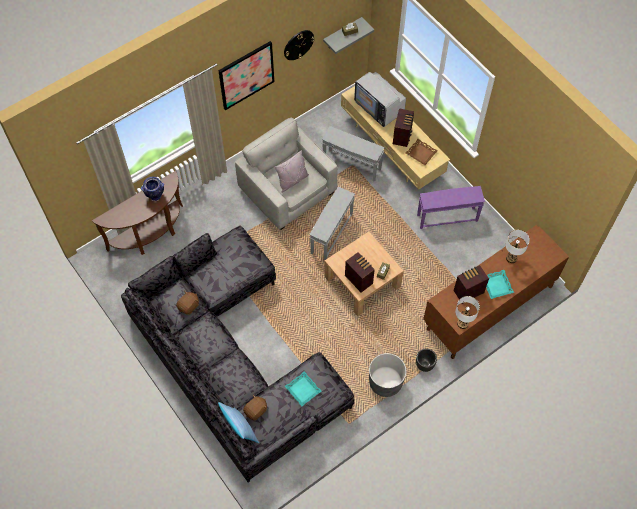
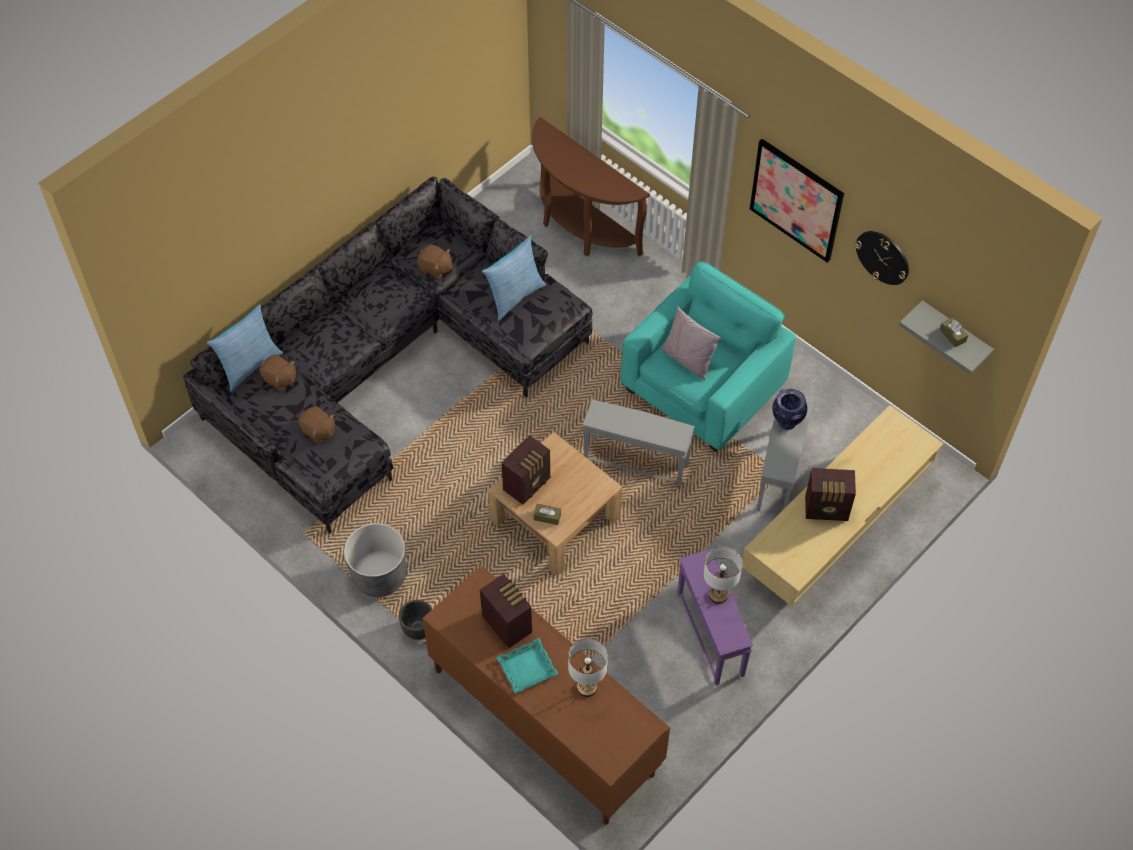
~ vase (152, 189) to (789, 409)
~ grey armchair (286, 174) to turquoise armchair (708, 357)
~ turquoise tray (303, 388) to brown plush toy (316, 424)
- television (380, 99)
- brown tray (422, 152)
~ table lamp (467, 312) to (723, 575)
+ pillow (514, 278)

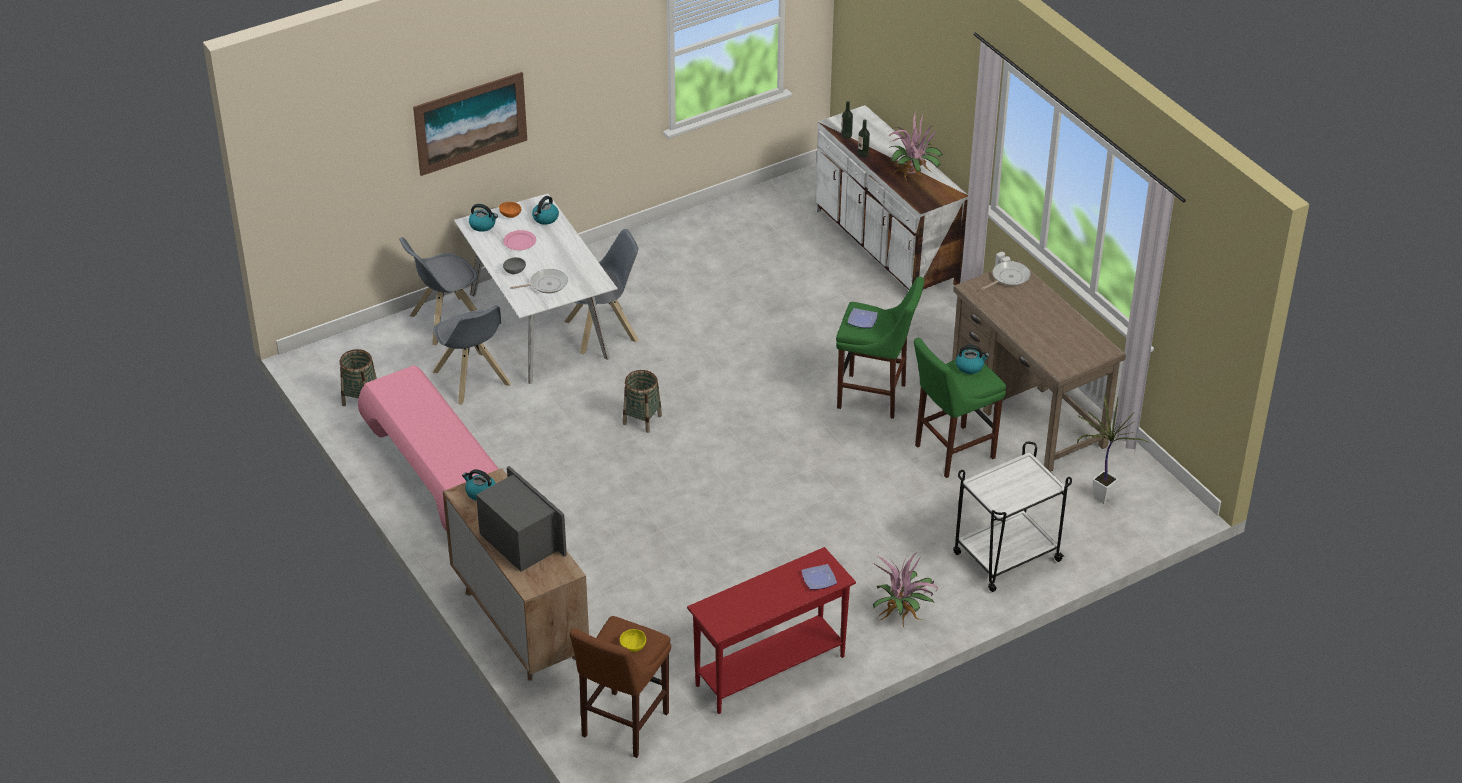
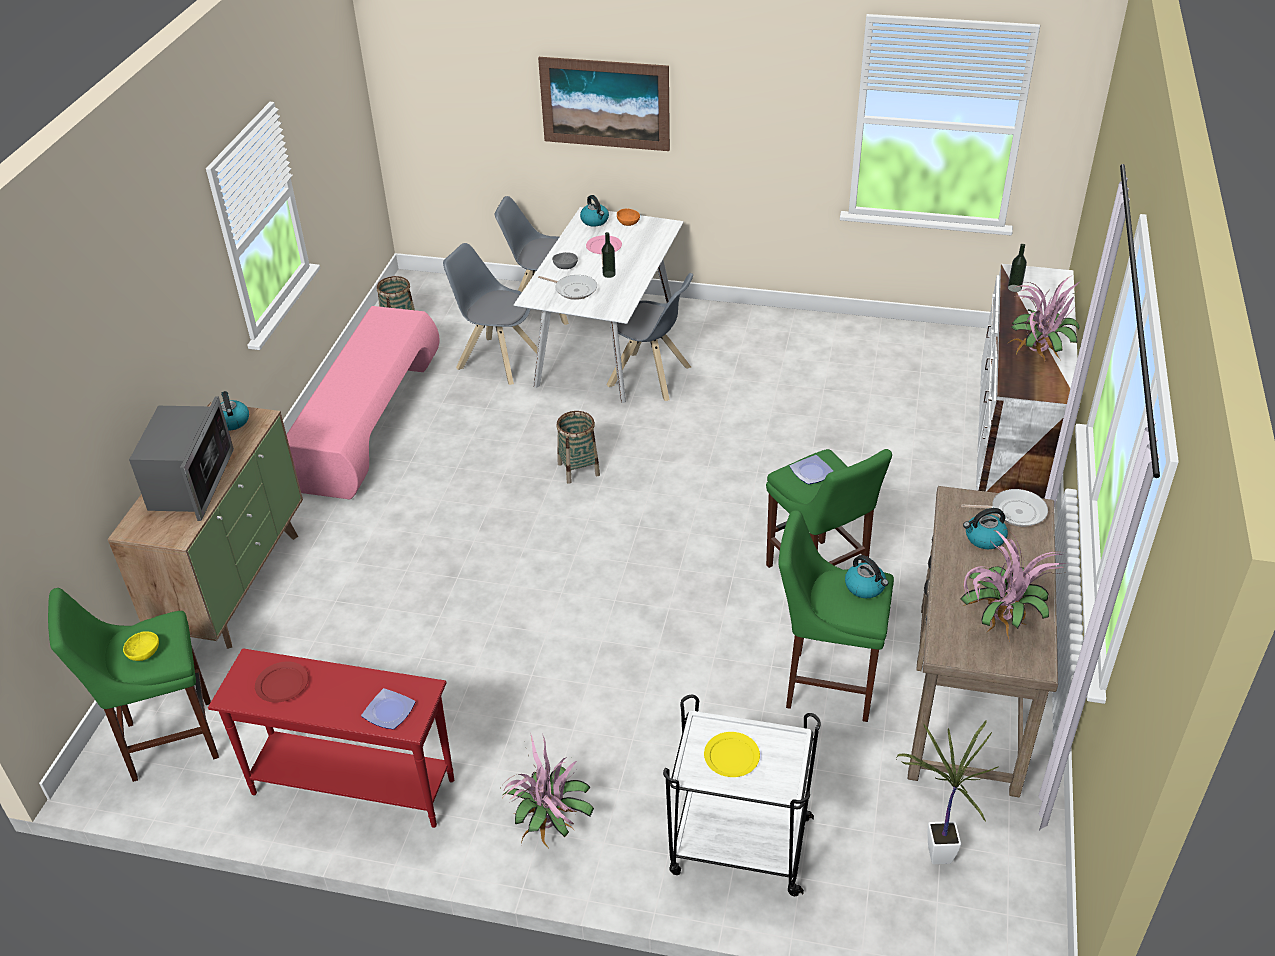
~ grey chair (471, 355) = (490, 314) 105 degrees clockwise
~ kettle (545, 210) to (985, 528)
~ brown stool (620, 687) to green stool (133, 685)
~ bottle (864, 138) to (608, 255)
+ red plate (282, 682)
+ yellow plate (732, 754)
+ potted plant (1014, 585)

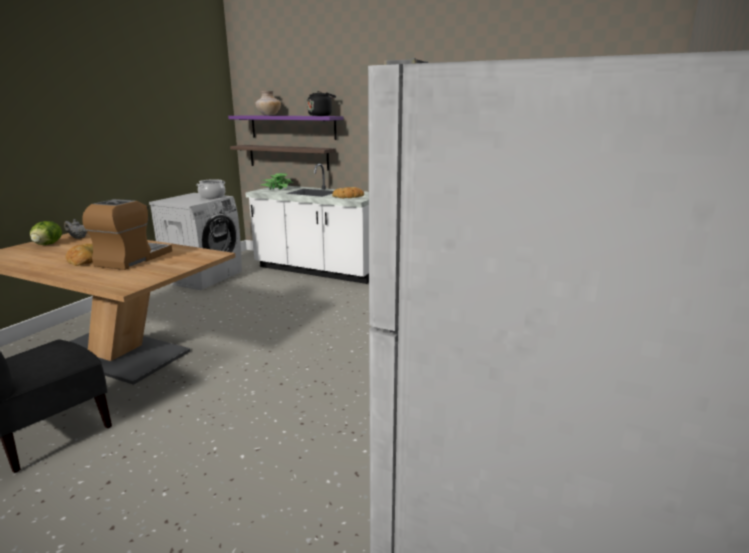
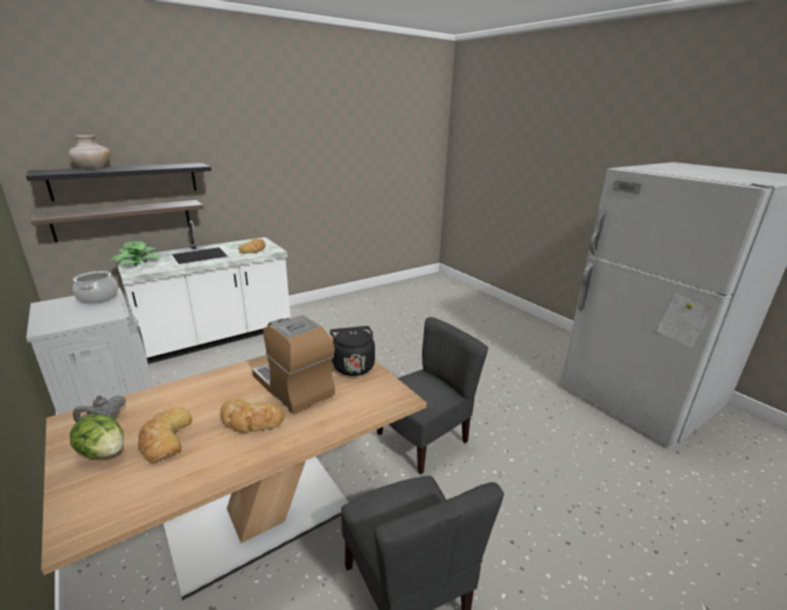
~ purple shelf (286, 127) to black shelf (118, 182)
~ black kettle (322, 103) to (352, 351)
+ bread (165, 435)
+ grey chair (432, 396)

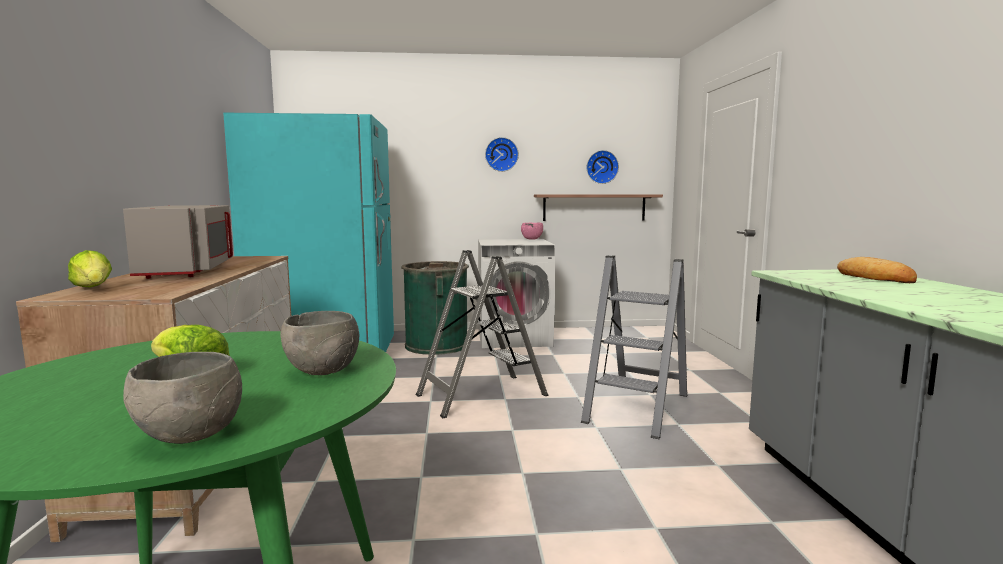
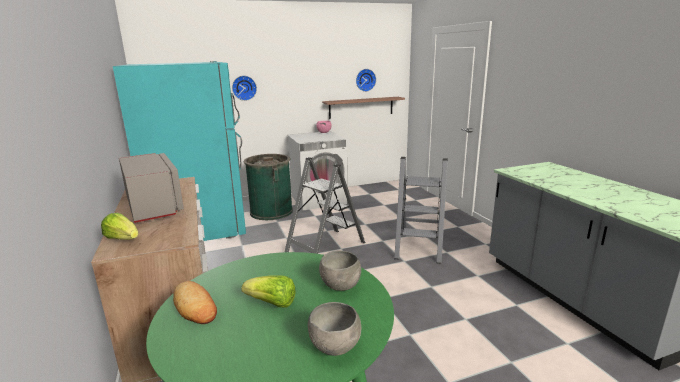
~ wall clock (502, 154) to (244, 88)
~ bread (877, 270) to (195, 302)

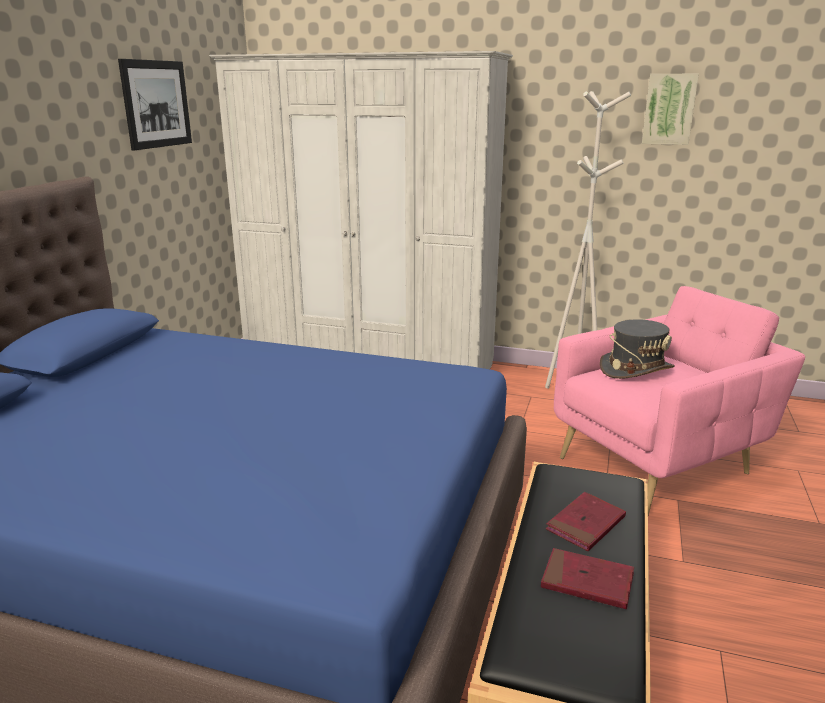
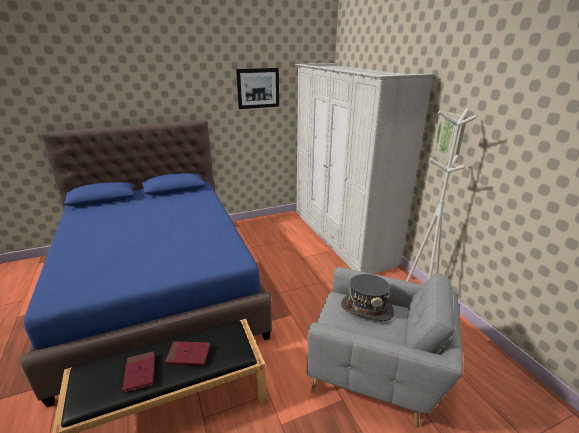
~ pink armchair (679, 400) to grey armchair (385, 347)
~ picture (670, 109) to (449, 137)

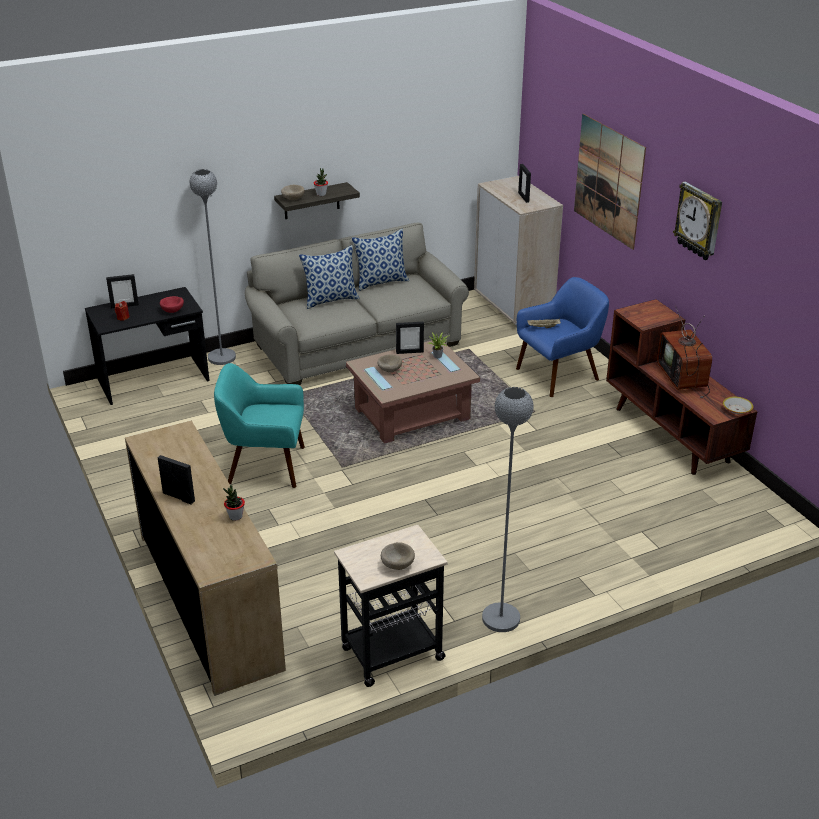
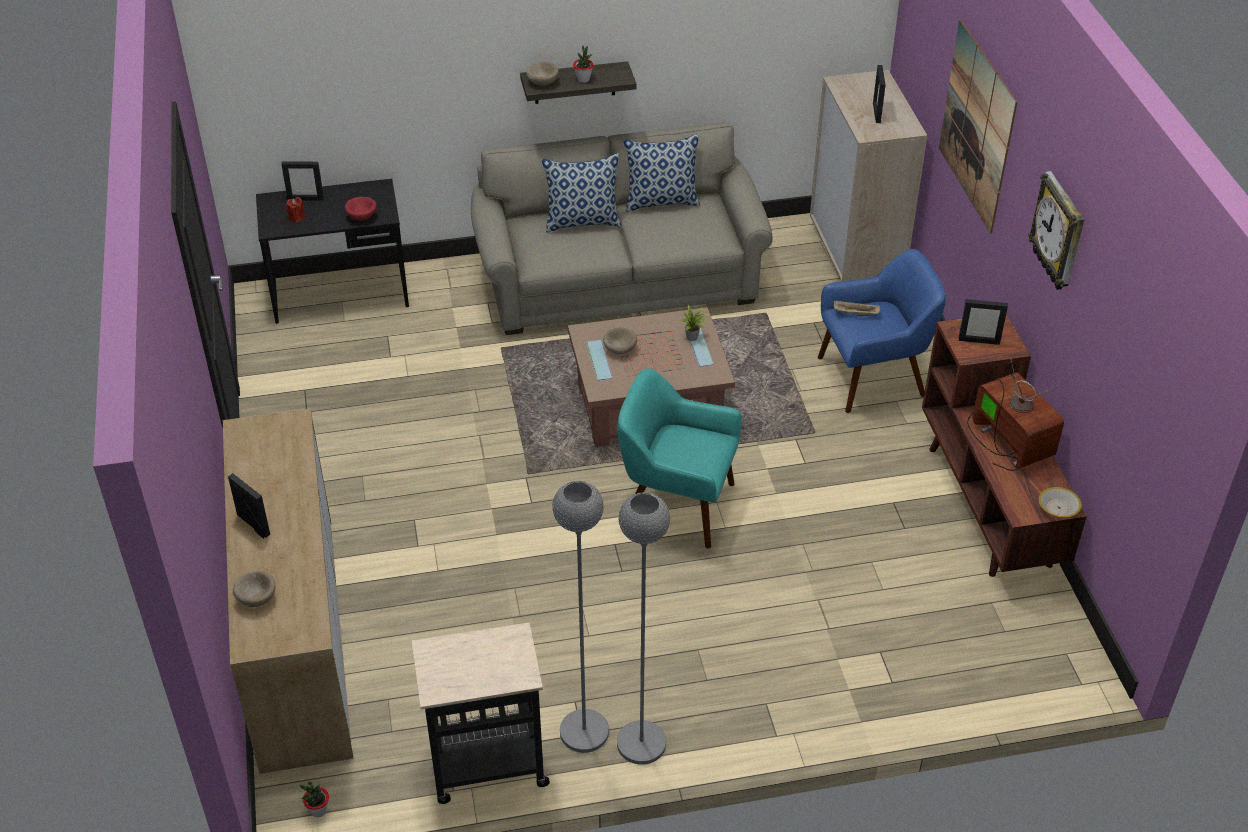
~ grey floor lamp (212, 267) to (580, 617)
~ turquoise armchair (259, 425) to (680, 458)
~ potted plant (234, 503) to (314, 799)
~ beige bowl (398, 556) to (254, 589)
~ picture frame (410, 338) to (983, 322)
~ television (684, 352) = (1015, 415) 150 degrees clockwise

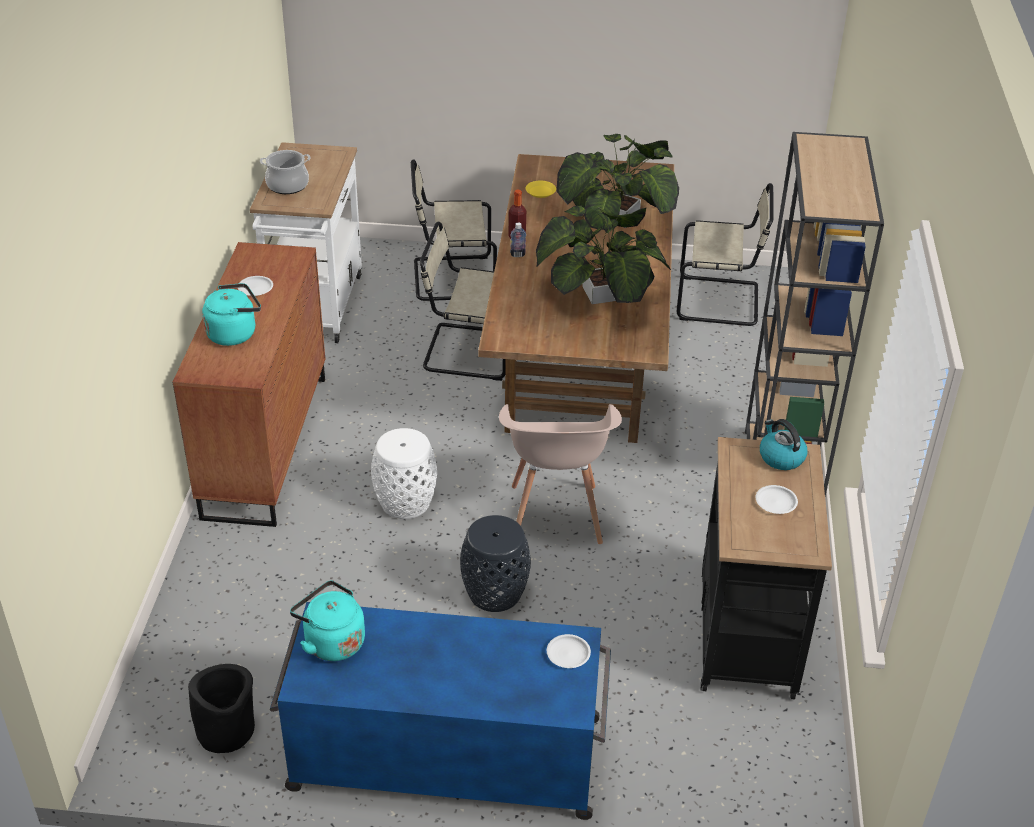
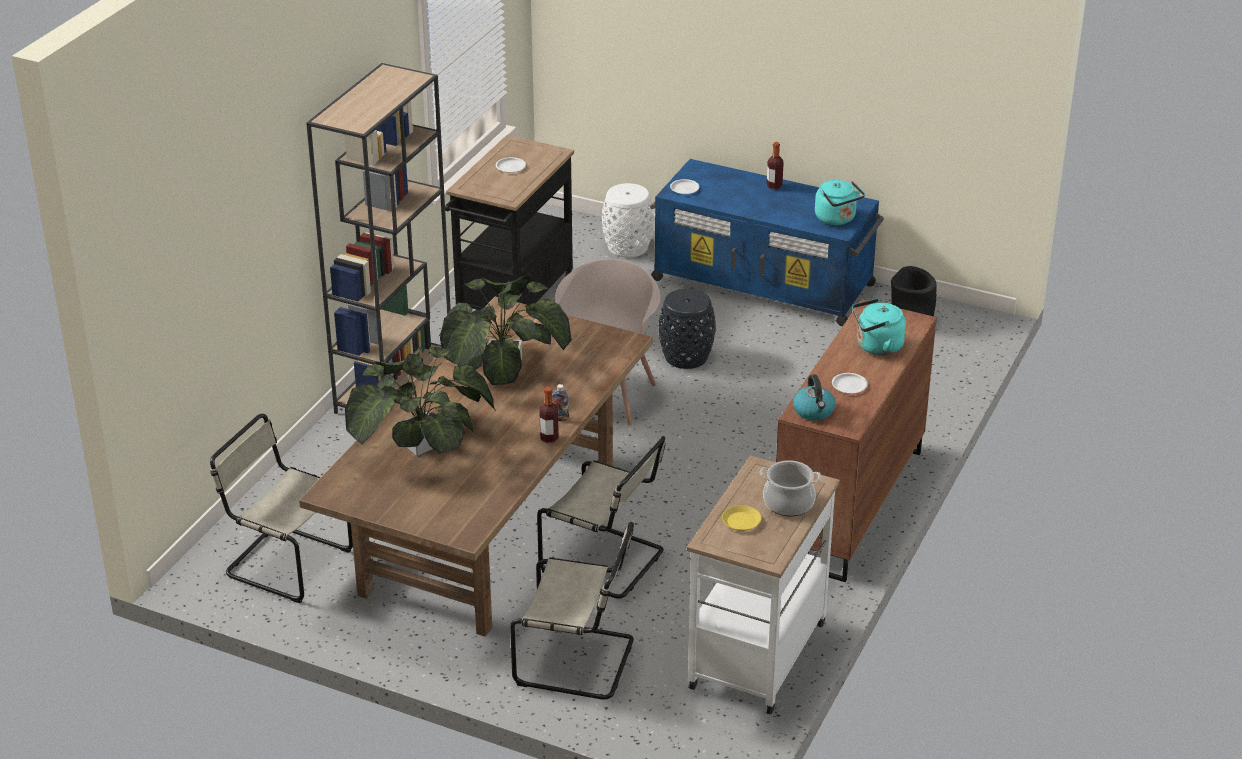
~ white stool (404, 473) to (628, 220)
~ yellow plate (540, 189) to (741, 518)
~ kettle (784, 444) to (814, 397)
+ bottle (775, 166)

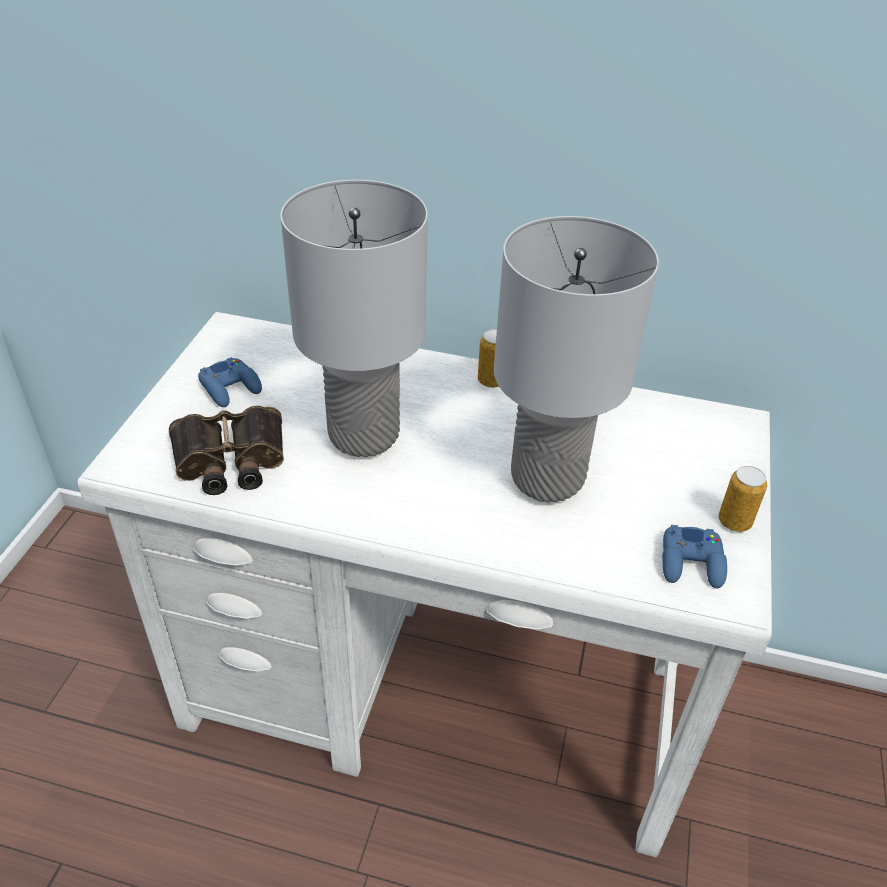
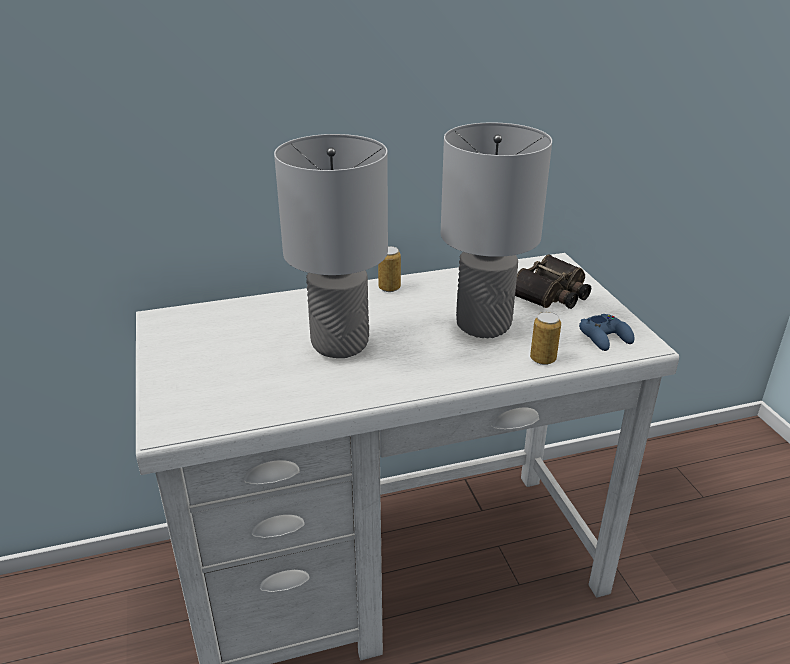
~ binoculars (226, 450) to (553, 282)
- blue game controller (230, 382)
~ can (742, 499) to (545, 338)

